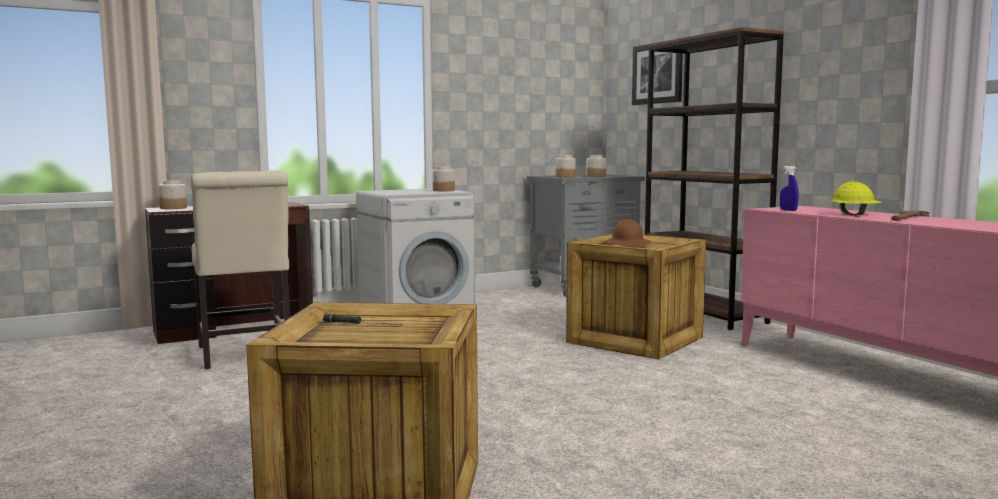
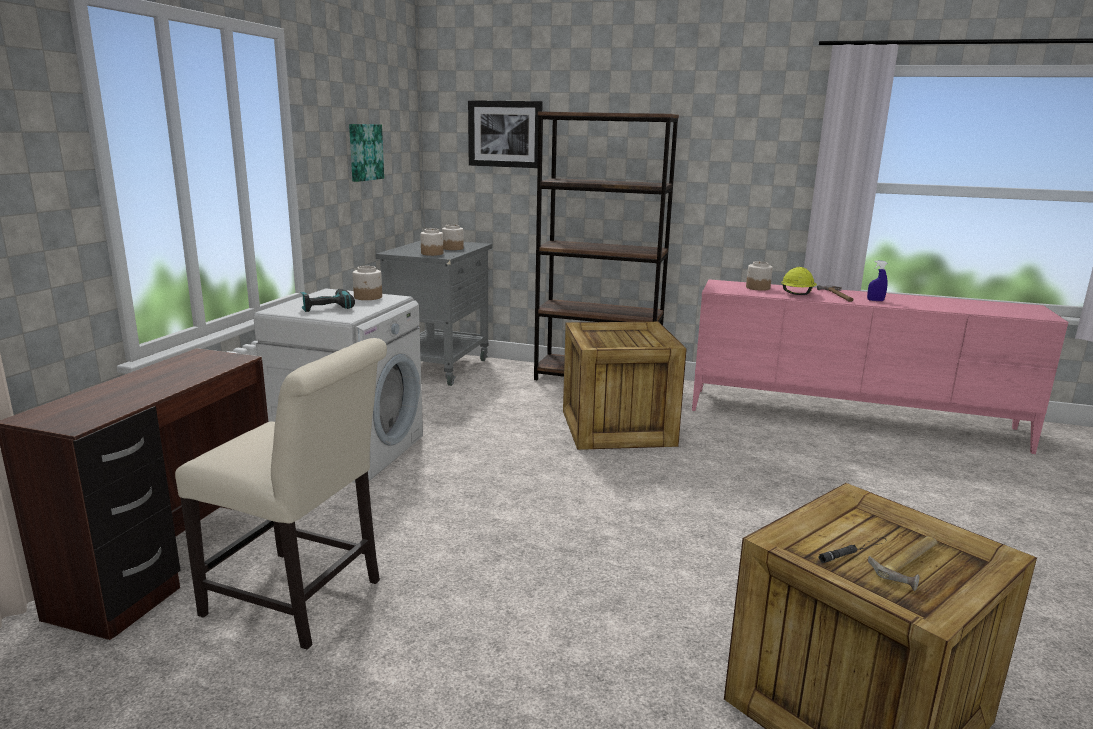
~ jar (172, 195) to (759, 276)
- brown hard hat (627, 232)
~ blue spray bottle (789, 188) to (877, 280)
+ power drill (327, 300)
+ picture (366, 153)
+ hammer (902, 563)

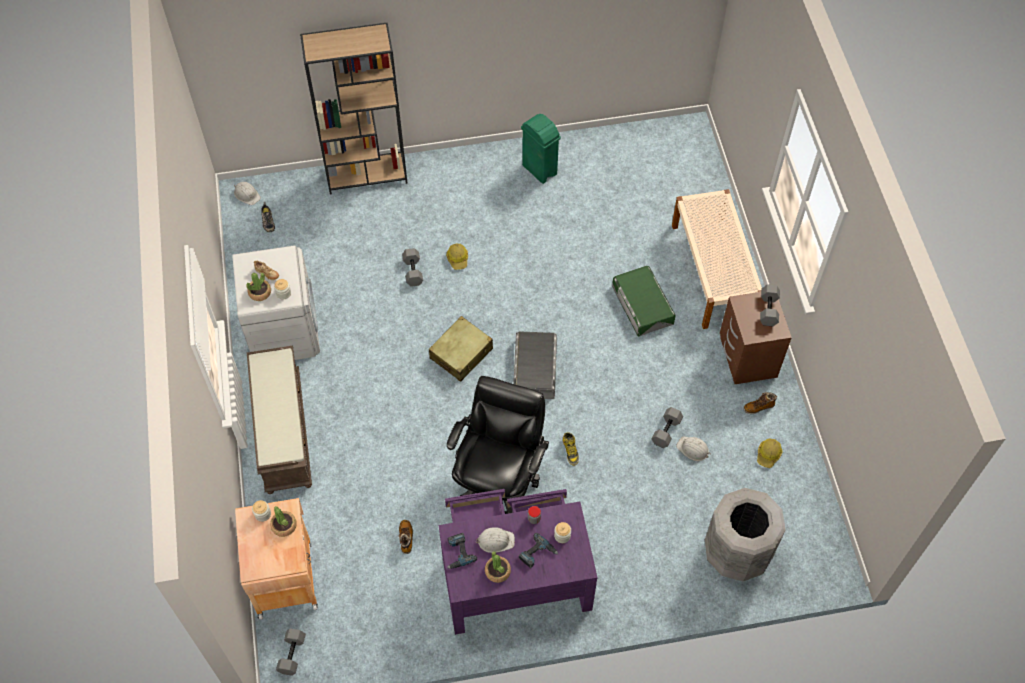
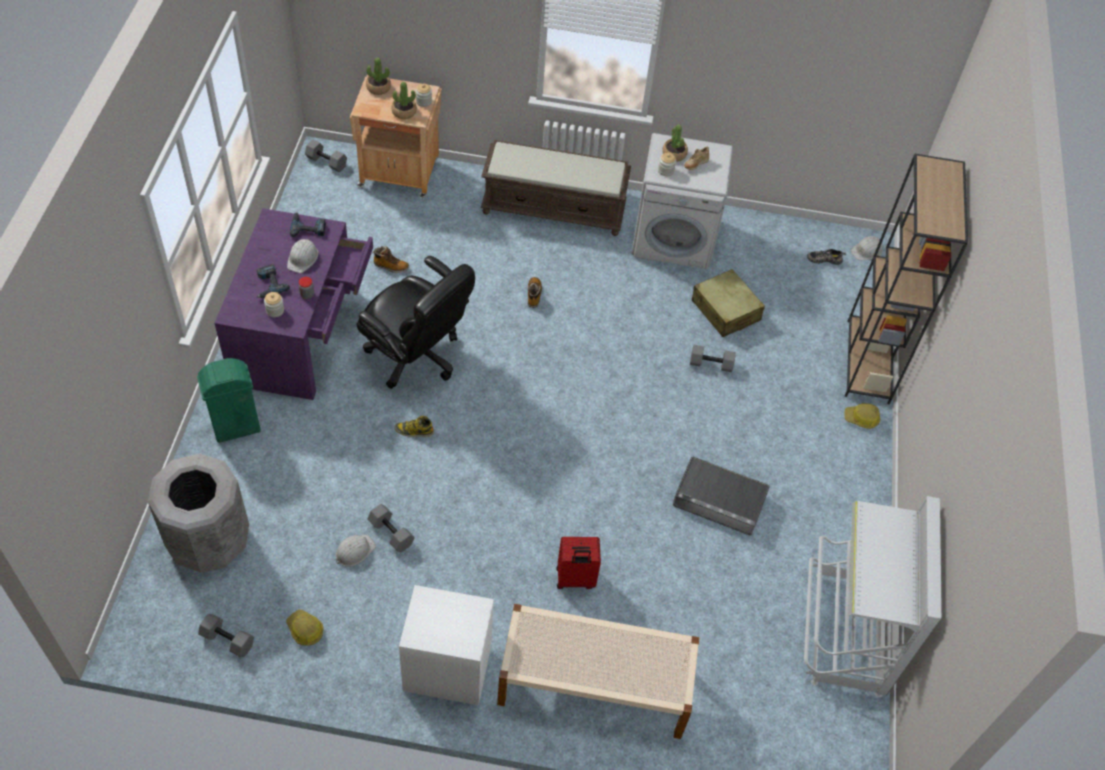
~ beige suitcase (461, 349) to (728, 303)
~ hard hat (457, 257) to (862, 416)
~ potted plant (498, 567) to (378, 76)
~ grey storage box (535, 365) to (721, 496)
~ green trash can (541, 149) to (229, 400)
~ green storage box (644, 301) to red suitcase (578, 563)
~ brown nightstand (756, 338) to white nightstand (446, 645)
~ boot (760, 403) to (535, 292)
~ grey dumbbell (770, 305) to (226, 635)
+ white shoe rack (873, 596)

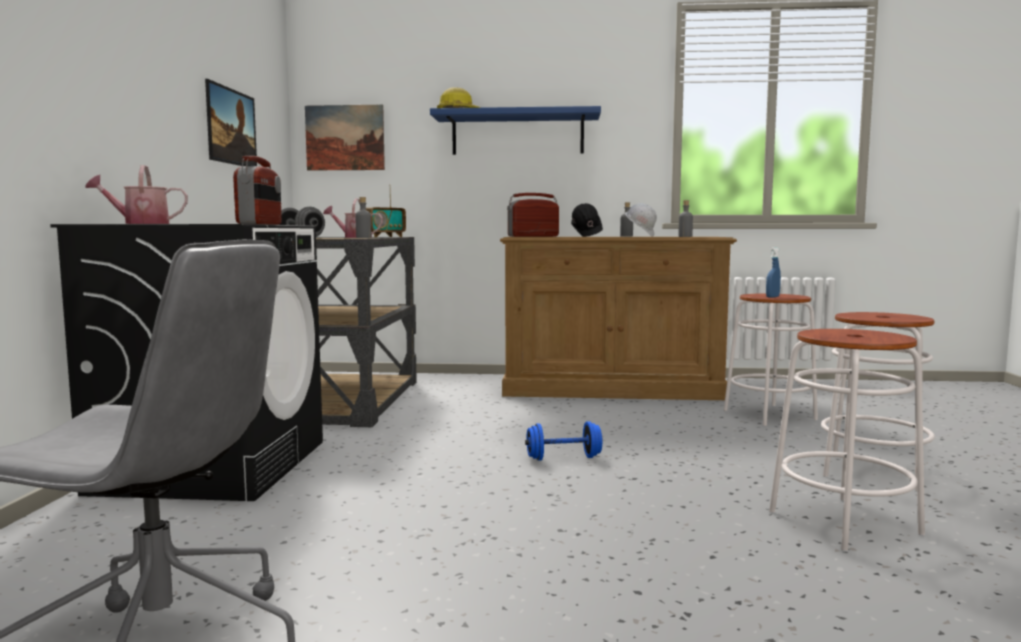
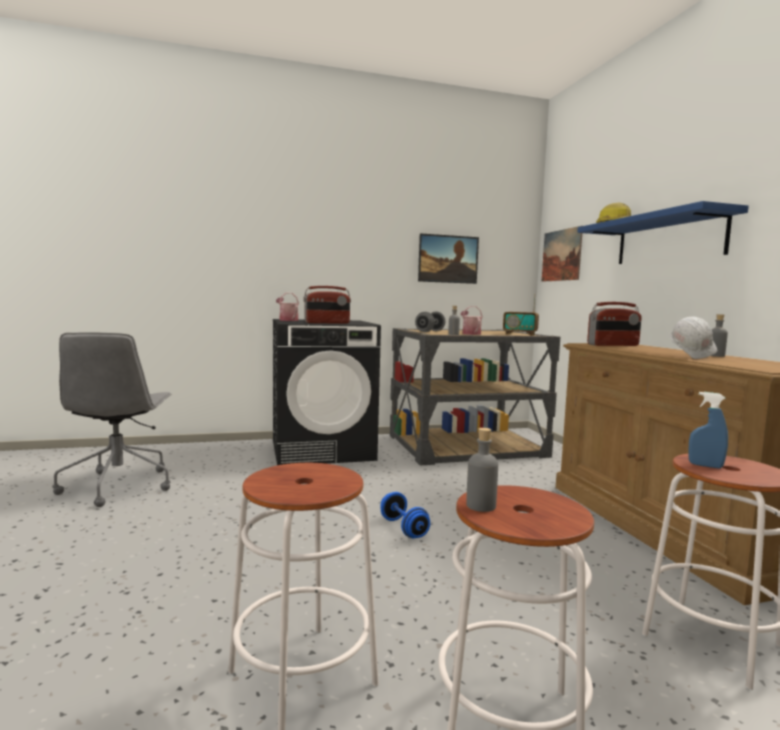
~ radio (533, 215) = (614, 324) 120 degrees clockwise
- black hard hat (587, 220)
~ grey bottle (686, 218) to (482, 470)

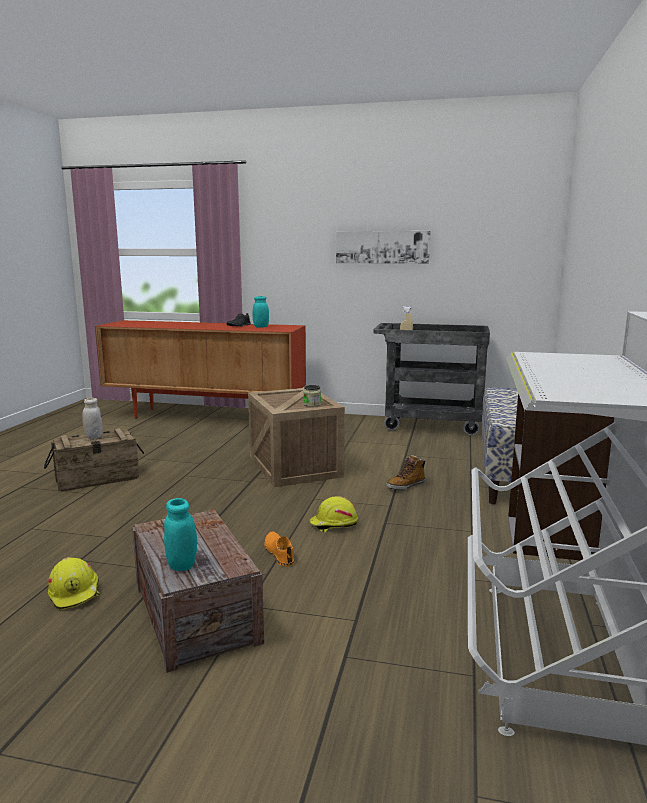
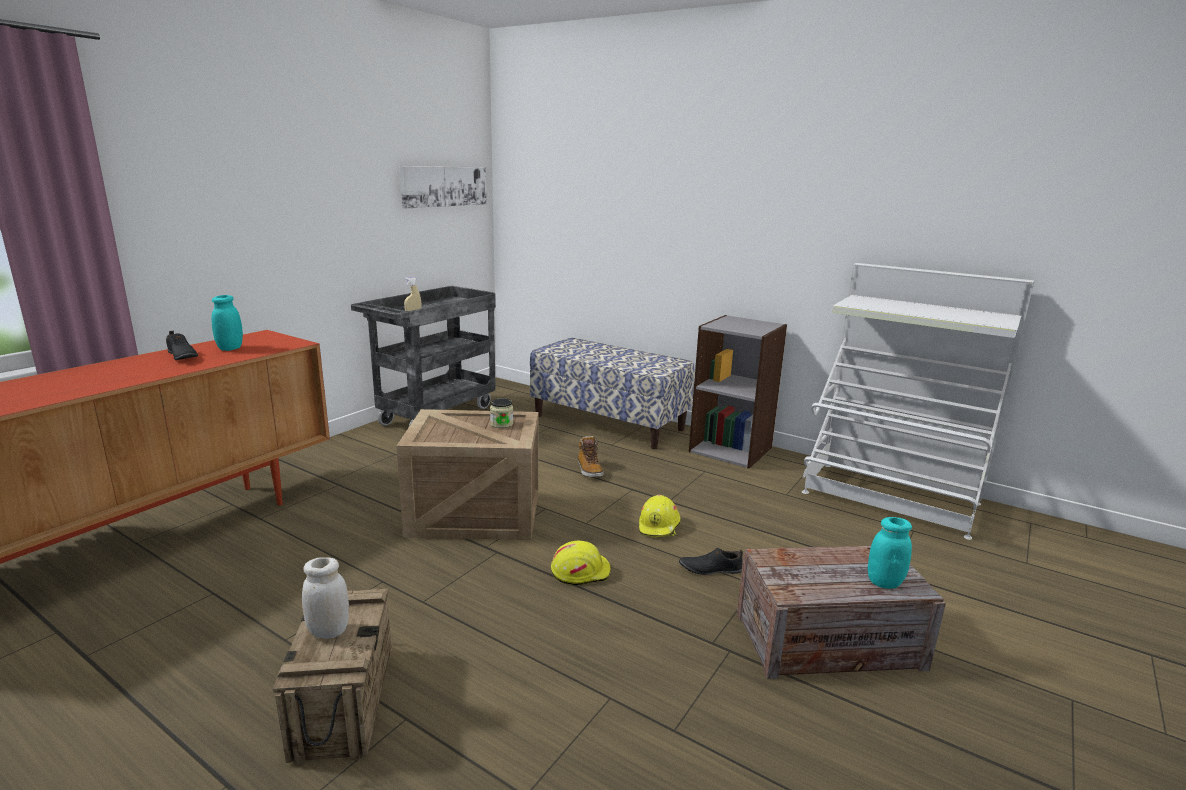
~ yellow hard hat (74, 583) to (581, 563)
~ orange shoe (279, 549) to black shoe (711, 561)
~ picture (383, 247) to (443, 187)

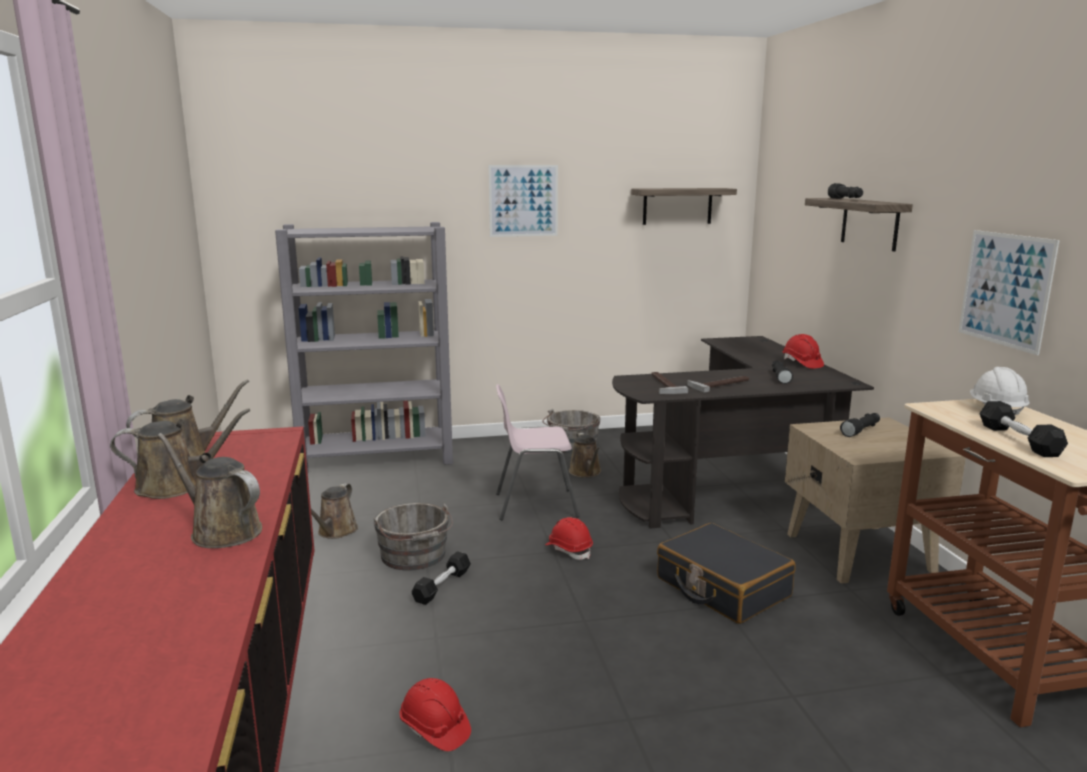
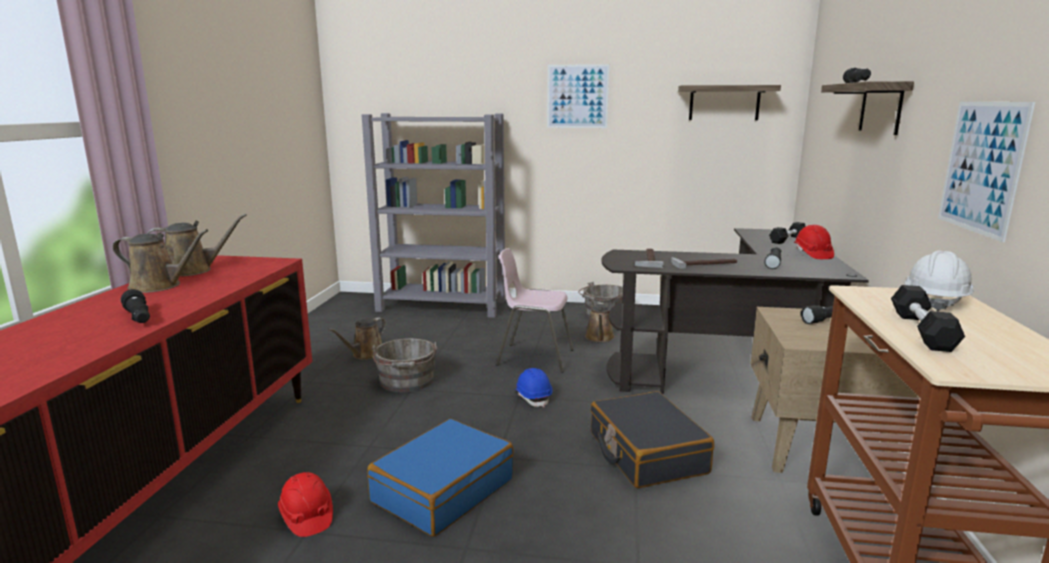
~ brown watering can (209, 490) to black flashlight (135, 306)
~ black dumbbell (441, 578) to (787, 233)
~ red hard hat (569, 538) to blue hard hat (533, 387)
+ blue suitcase (440, 478)

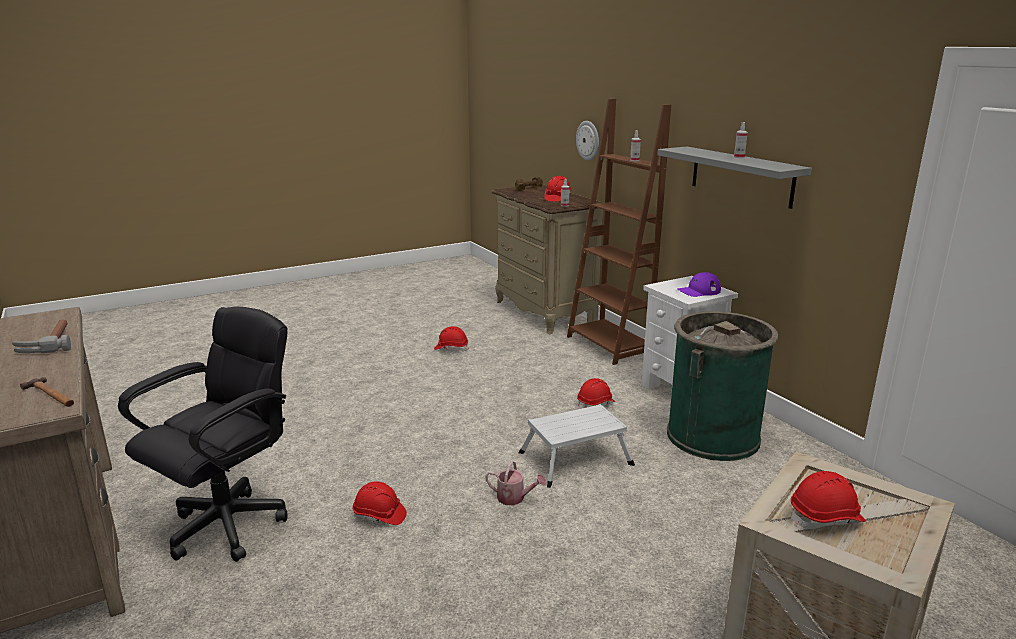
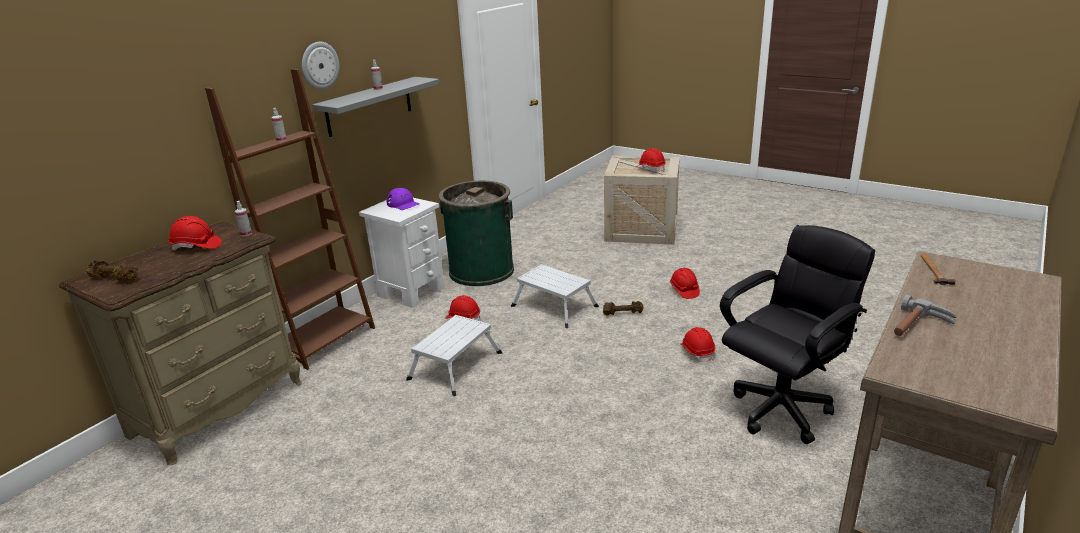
~ black office chair (203, 434) = (797, 334) 135 degrees clockwise
~ red hard hat (451, 338) to (685, 283)
~ watering can (515, 483) to brown dumbbell (623, 308)
~ wall clock (587, 140) to (320, 65)
+ white step ladder (454, 355)

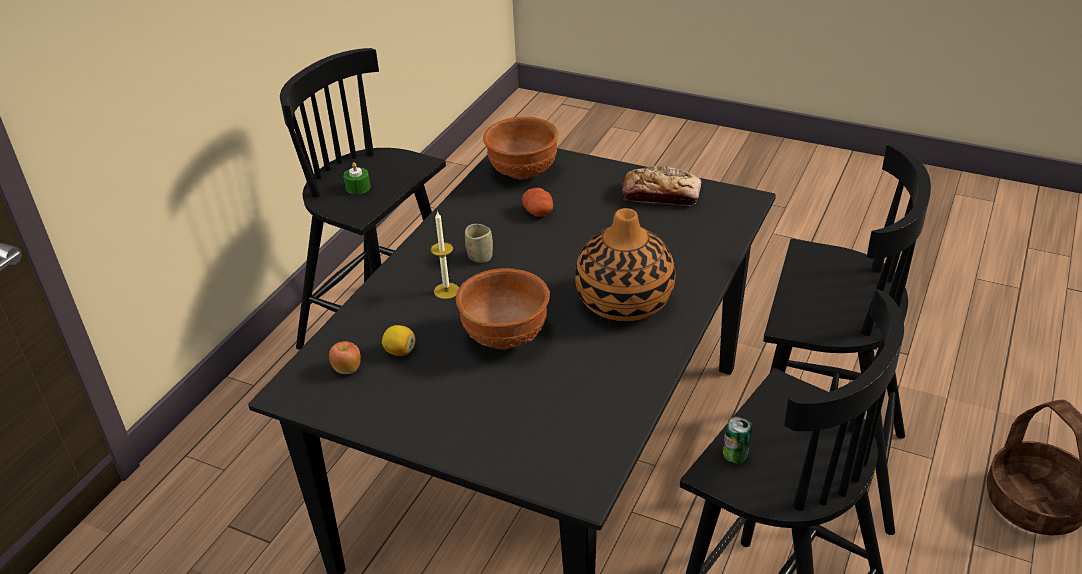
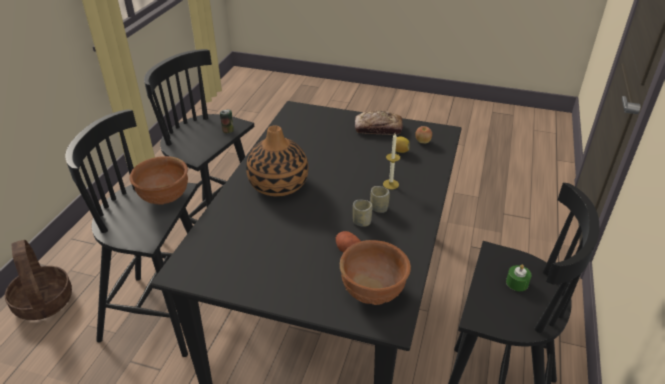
~ brown bowl (503, 309) to (158, 180)
~ bread (662, 186) to (379, 122)
+ cup (363, 213)

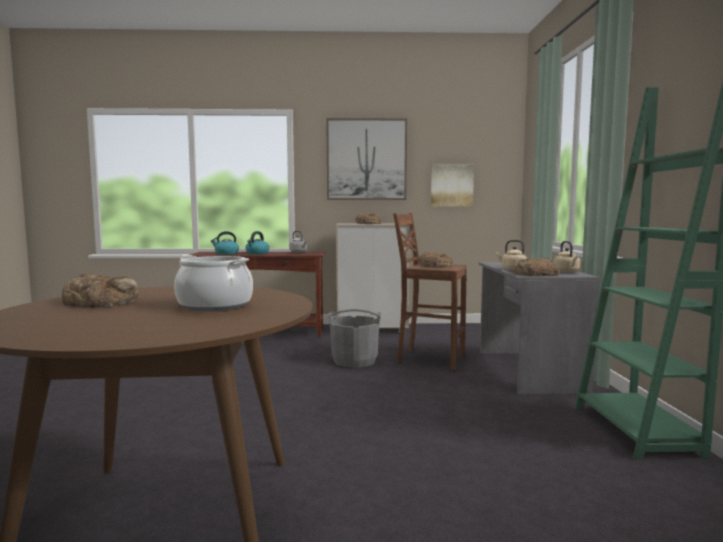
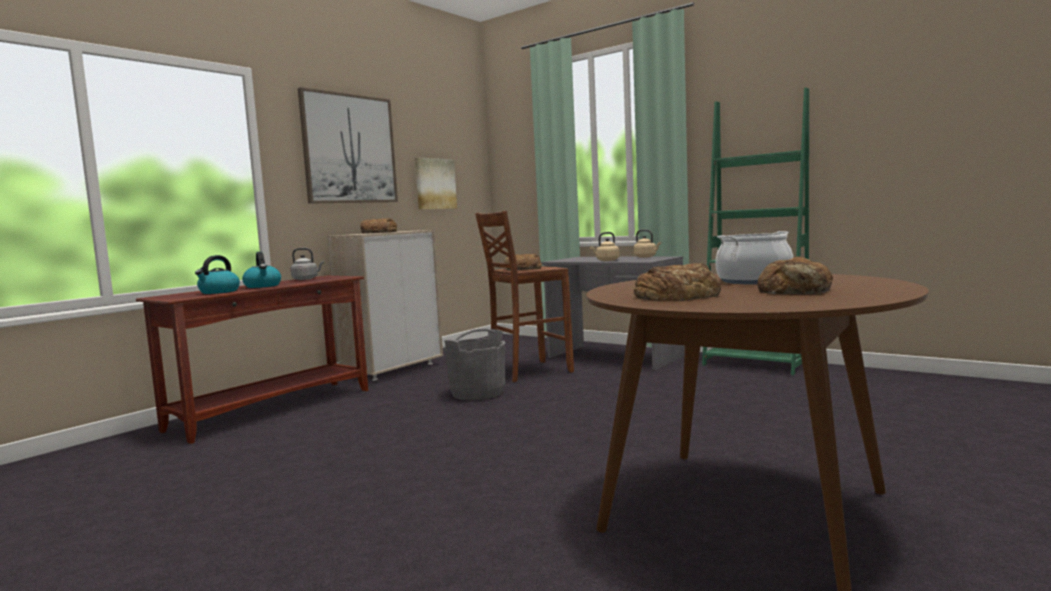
~ bread (537, 267) to (795, 275)

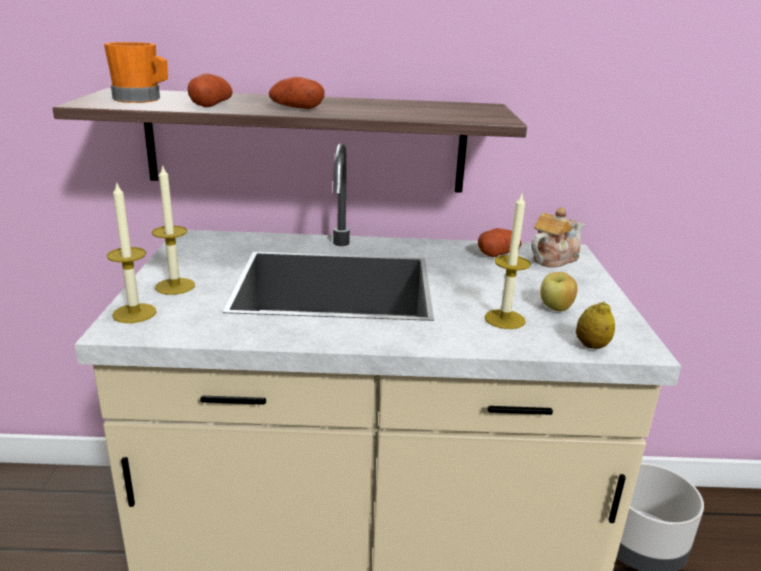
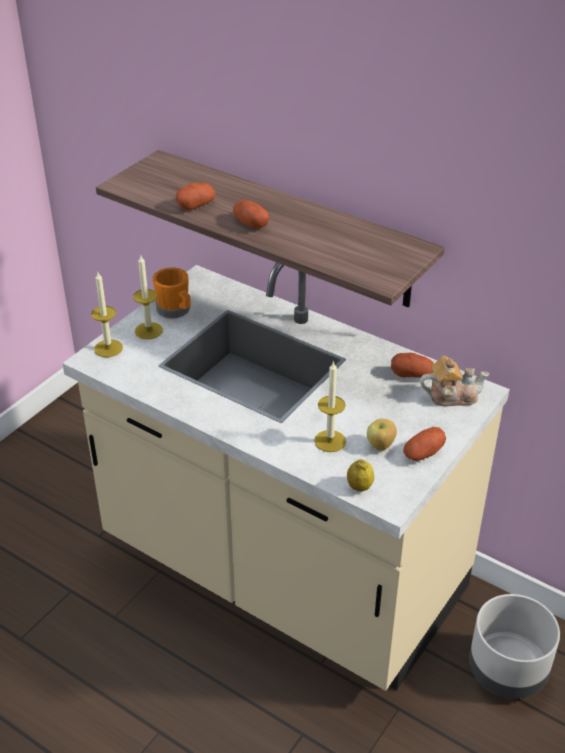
~ orange mug (136, 72) to (172, 293)
+ potato (424, 444)

